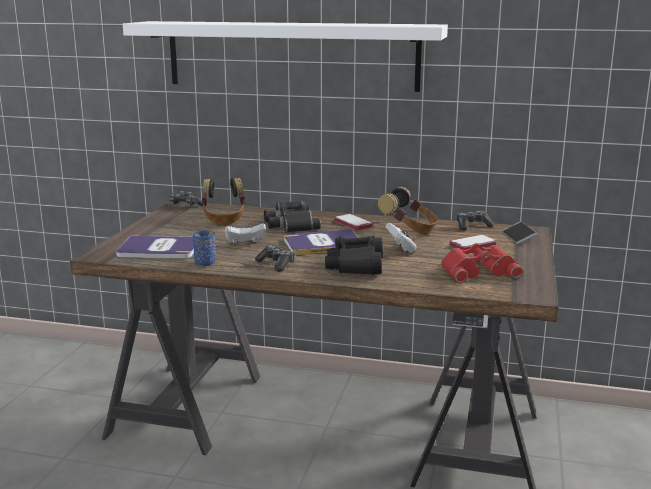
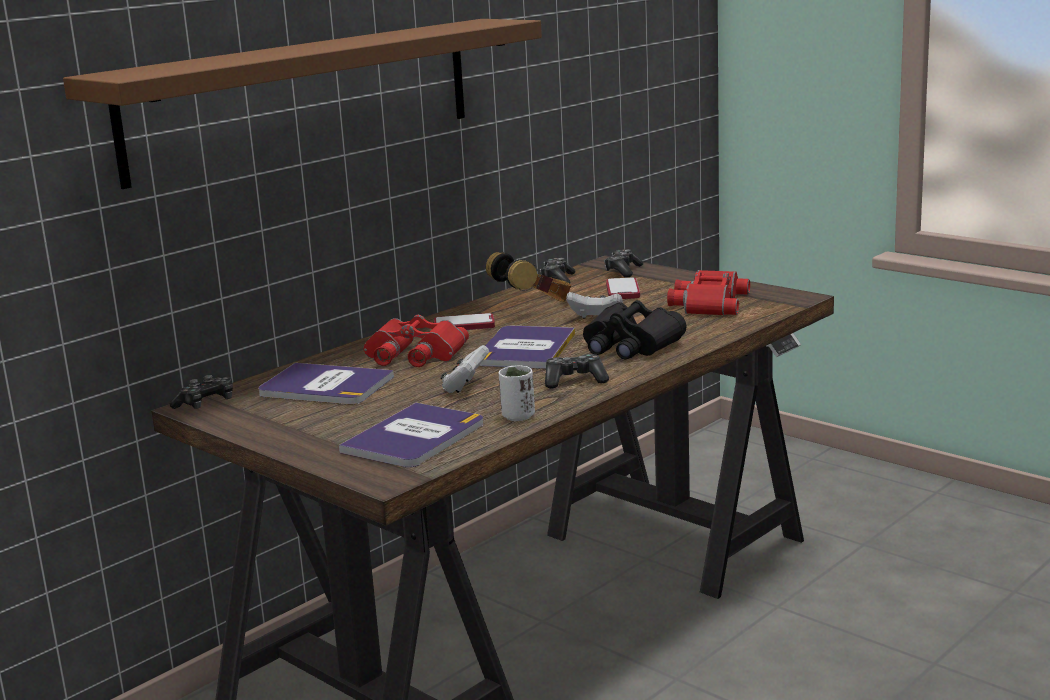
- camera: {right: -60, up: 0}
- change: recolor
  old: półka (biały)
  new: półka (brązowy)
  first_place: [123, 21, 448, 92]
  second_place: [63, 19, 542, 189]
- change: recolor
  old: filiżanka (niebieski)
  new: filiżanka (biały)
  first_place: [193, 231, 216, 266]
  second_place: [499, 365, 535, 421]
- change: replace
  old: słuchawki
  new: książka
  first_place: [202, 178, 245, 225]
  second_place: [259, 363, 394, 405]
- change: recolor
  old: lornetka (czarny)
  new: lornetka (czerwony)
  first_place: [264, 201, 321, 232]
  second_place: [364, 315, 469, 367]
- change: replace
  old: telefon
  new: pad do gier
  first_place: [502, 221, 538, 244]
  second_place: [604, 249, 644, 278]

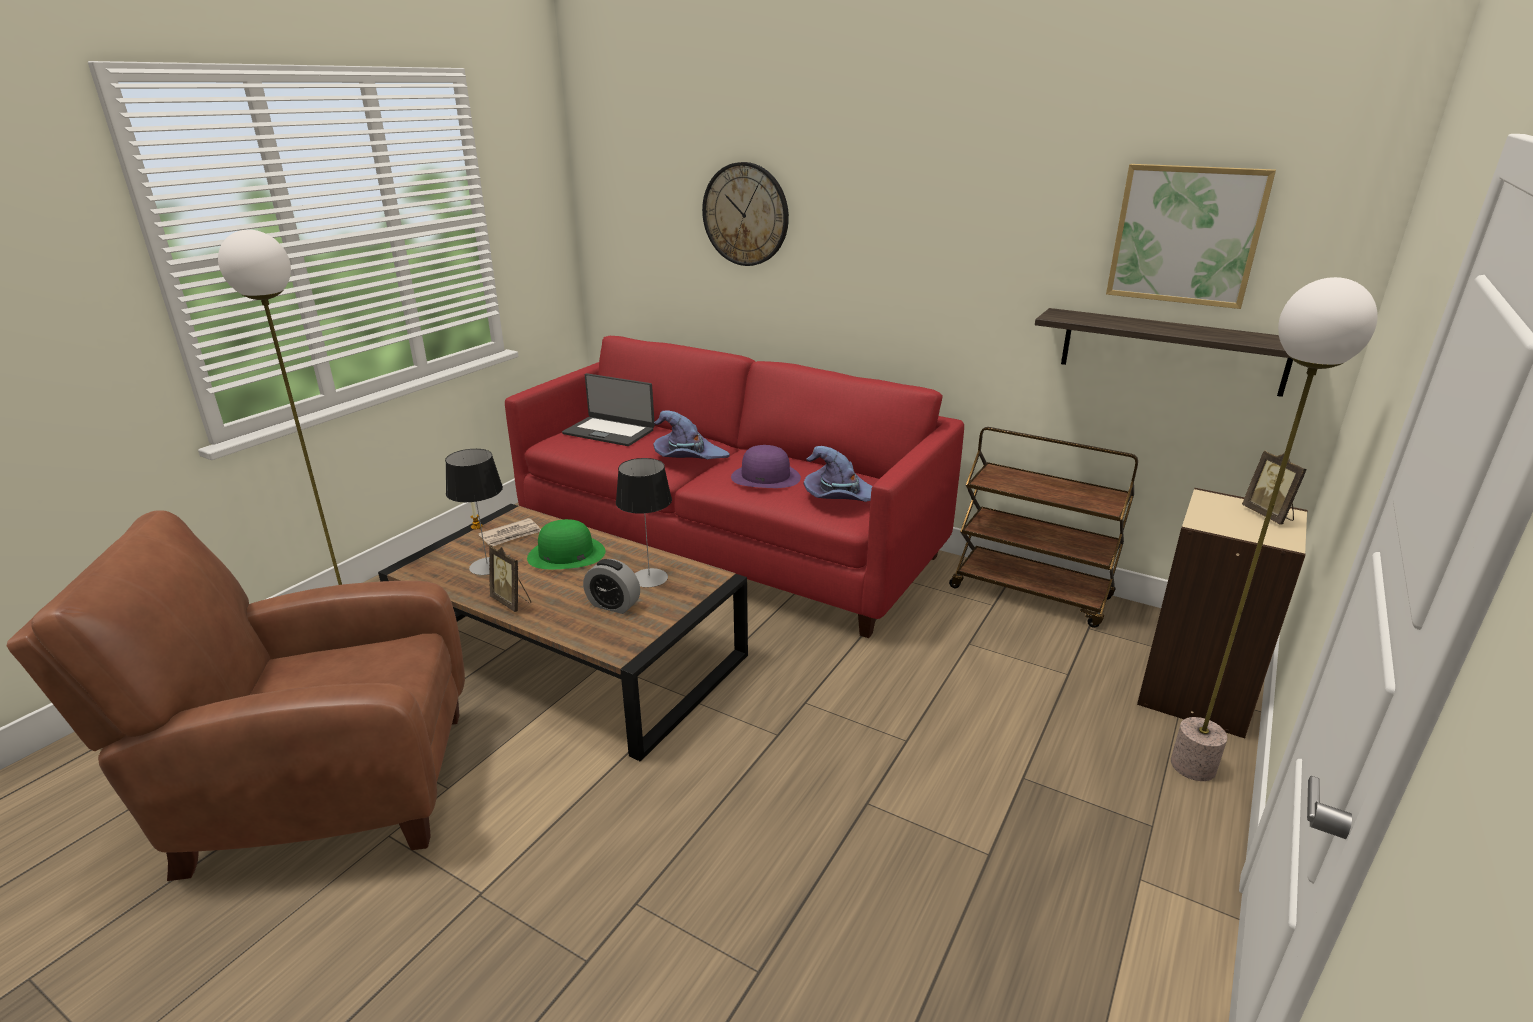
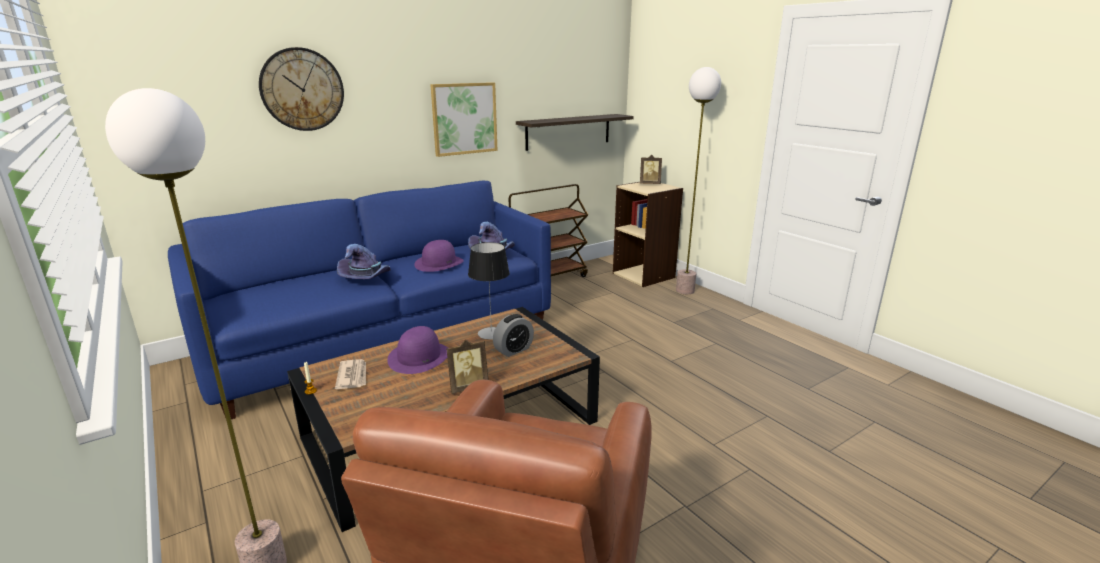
- camera: {right: -65, up: -5}
- change: delete
  old: lampa stołowa
  first_place: [445, 449, 503, 575]
- change: recolor
  old: kanapa (czerwony)
  new: kanapa (niebieski)
  first_place: [505, 336, 964, 638]
  second_place: [168, 181, 551, 419]
- change: recolor
  old: kapelusz (zielony)
  new: kapelusz (fioletowy)
  first_place: [527, 519, 605, 569]
  second_place: [387, 326, 448, 374]
- change: delete
  old: laptop
  first_place: [562, 373, 655, 446]
- change: move
  old: obraz
  first_place: [1106, 164, 1276, 309]
  second_place: [430, 82, 497, 157]

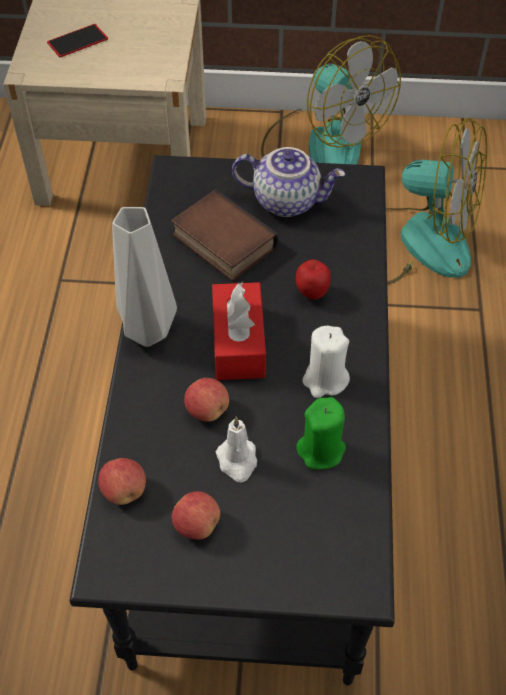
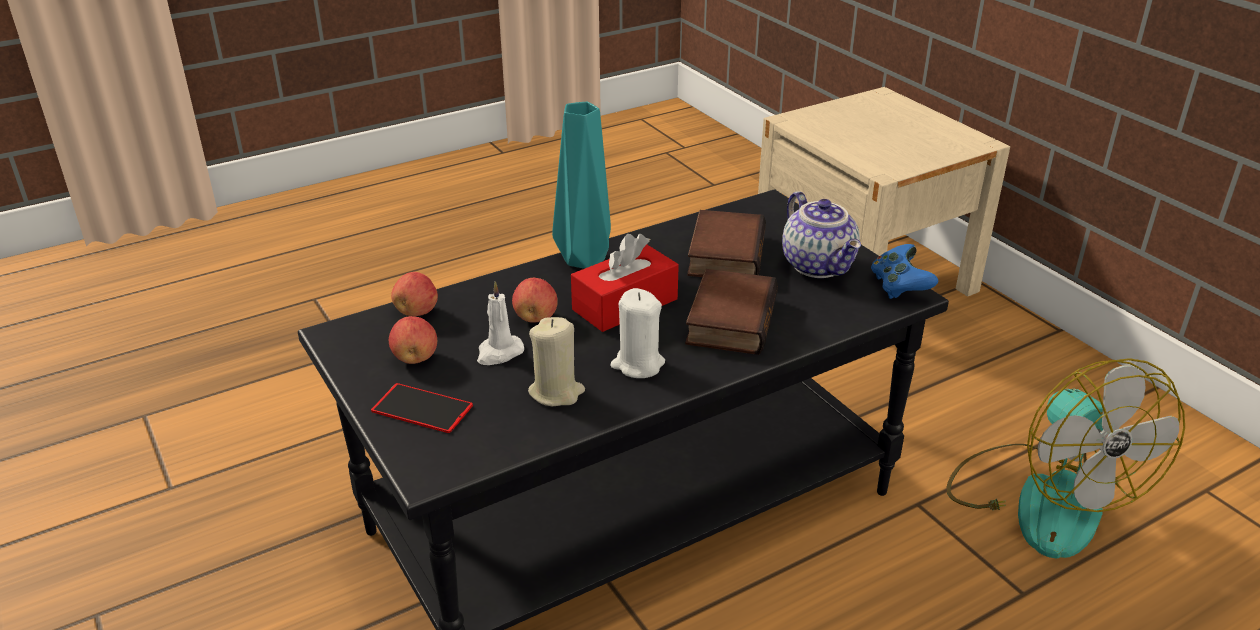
- camera: {right: 55, up: -20}
- change: move
  old: telefon
  first_place: [47, 24, 108, 57]
  second_place: [371, 383, 473, 433]
- change: recolor
  old: wazon (szary)
  new: wazon (turkusowy)
  first_place: [112, 207, 177, 347]
  second_place: [552, 102, 611, 269]
- change: delete
  old: wentylator
  first_place: [261, 35, 401, 165]
- change: replace
  old: jabłko
  new: książka
  first_place: [296, 260, 331, 300]
  second_place: [685, 269, 778, 355]
- change: recolor
  old: świeca (zielony)
  new: świeca (beżowy)
  first_place: [297, 397, 346, 469]
  second_place: [528, 317, 585, 406]
- change: insert
  new: pad do gier (niebieski)
  second_place: [871, 244, 938, 299]

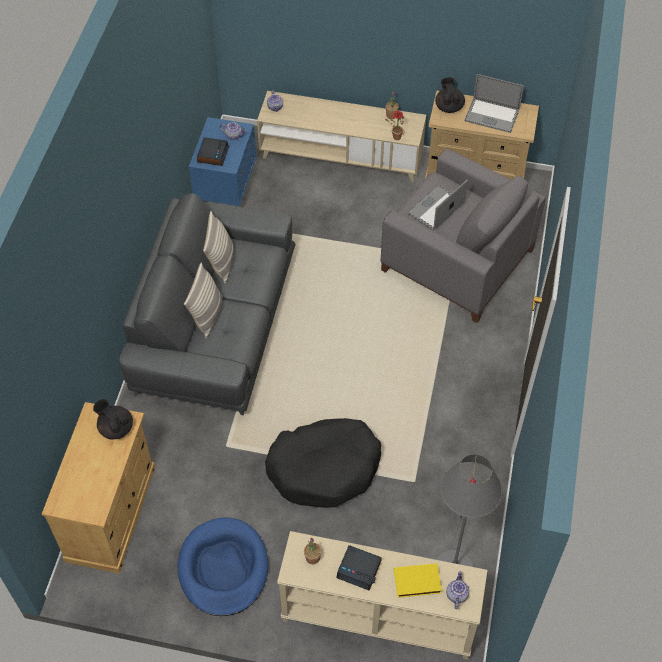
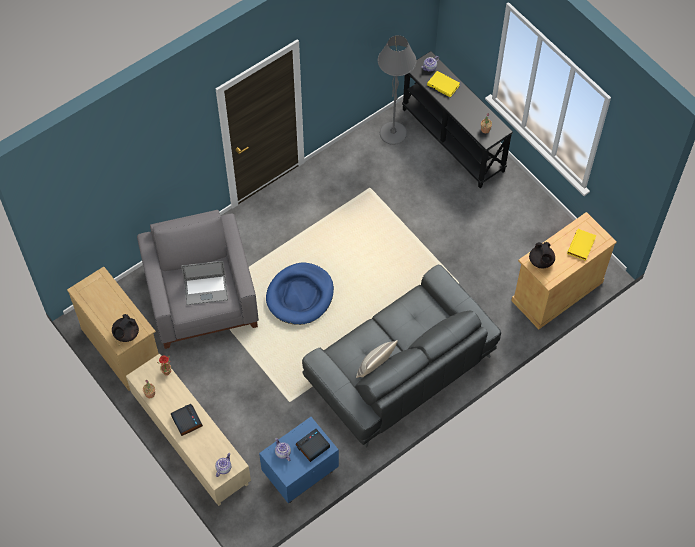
- camera: {right: -140, up: 5}
- change: move
  old: legowisko (niebieski)
  first_place: [178, 517, 268, 616]
  second_place: [266, 263, 334, 325]
- change: delete
  old: poduszka
  first_place: [184, 263, 223, 338]
- change: delete
  old: legowisko (czarny)
  first_place: [265, 418, 381, 508]
- change: recolor
  old: stolik konsolowy (beżowy)
  new: stolik konsolowy (czarny)
  first_place: [277, 531, 488, 660]
  second_place: [402, 51, 513, 188]
- change: move
  old: budzik
  first_place: [336, 545, 382, 590]
  second_place: [171, 404, 203, 436]
- change: delete
  old: laptop
  first_place: [464, 74, 524, 133]
- change: insert
  new: książka (żółty)
  second_place: [567, 229, 596, 261]

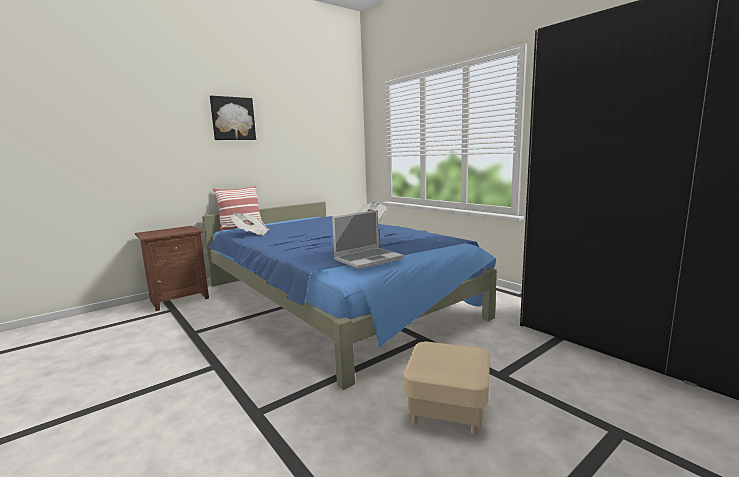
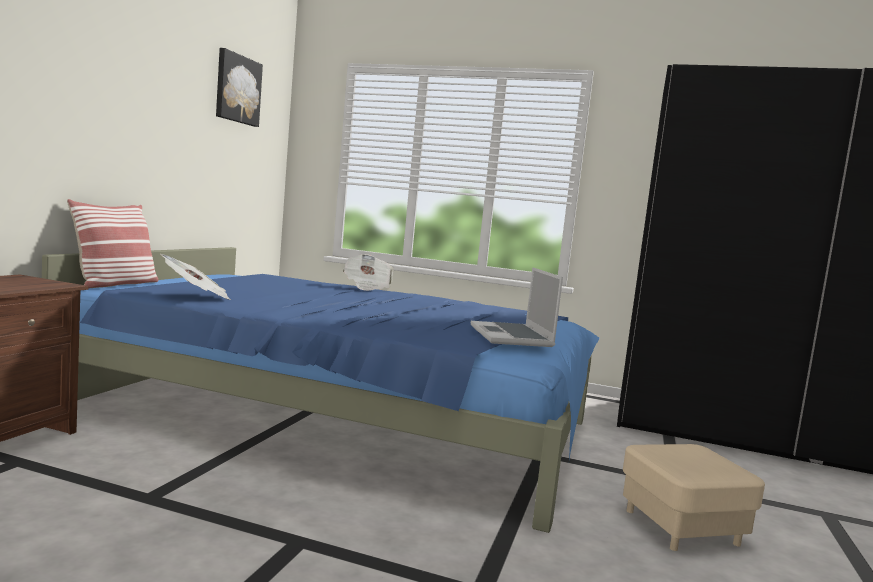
- camera: {right: -35, up: -5}
- change: move
  old: obraz
  first_place: [210, 96, 256, 140]
  second_place: [216, 48, 263, 127]
- change: rotate
  old: laptop
  first_place: [332, 210, 404, 269]
  second_place: [471, 267, 563, 347]
  degrees: 150

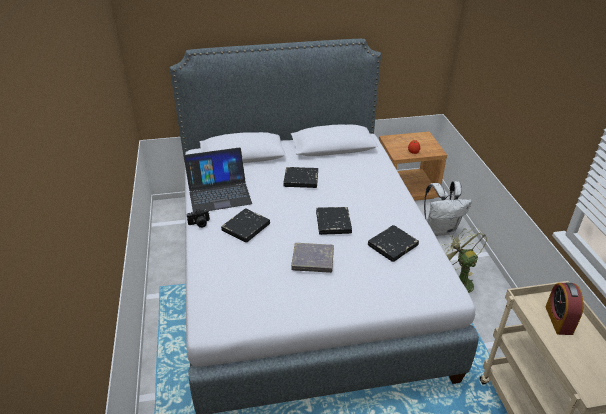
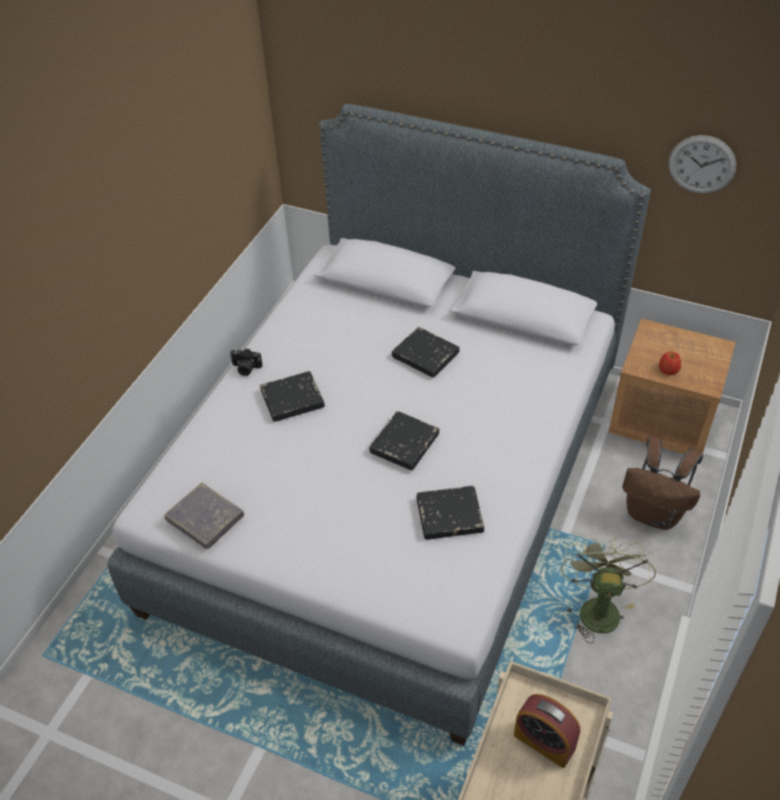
- camera: {right: 35, up: 10}
- change: delete
  old: laptop
  first_place: [184, 147, 252, 212]
- change: move
  old: książka (szary)
  first_place: [291, 243, 334, 273]
  second_place: [164, 483, 244, 549]
- change: recolor
  old: plecak (biały)
  new: plecak (brązowy)
  first_place: [424, 181, 472, 236]
  second_place: [622, 436, 703, 530]
- change: rotate
  old: budzik
  first_place: [545, 283, 584, 335]
  second_place: [514, 694, 580, 768]
  degrees: -90
- change: insert
  new: zegar ścienny
  second_place: [669, 135, 736, 194]

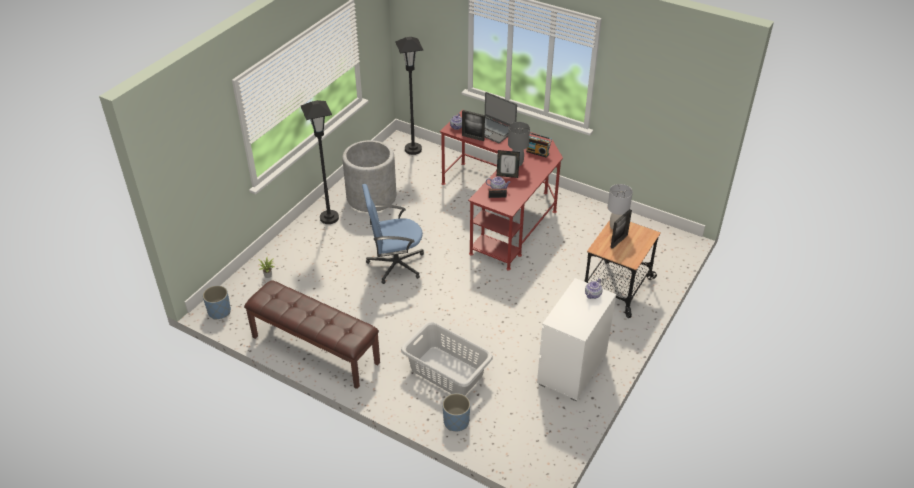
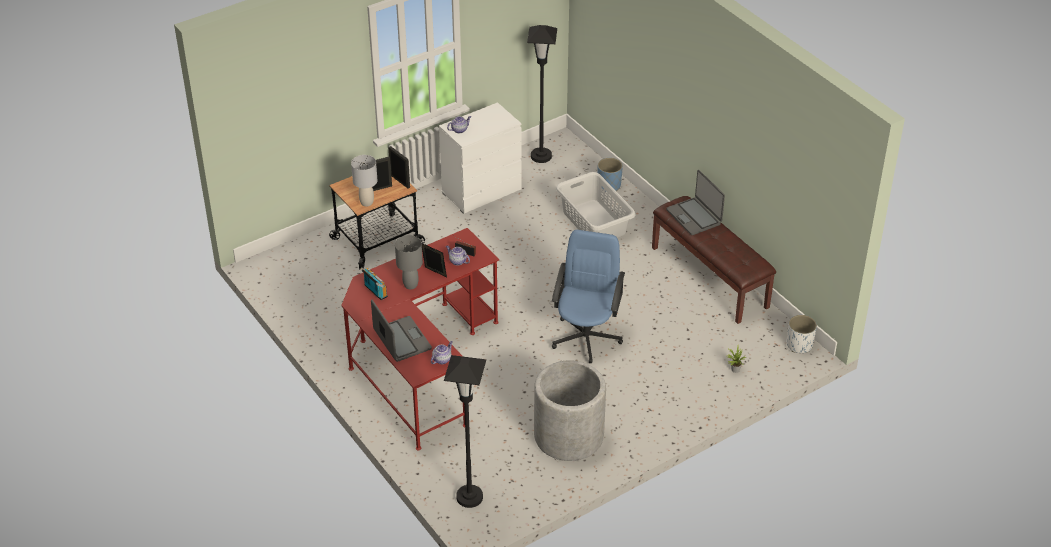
- camera: {right: -155, up: 0}
- change: recolor
  old: donica (niebieski)
  new: donica (biały)
  first_place: [203, 285, 231, 320]
  second_place: [787, 315, 817, 353]
- change: move
  old: lampa stojąca (czarny)
  first_place: [301, 100, 339, 224]
  second_place: [527, 25, 557, 163]
- change: rotate
  old: krzesło biurowe (niebieski)
  first_place: [362, 184, 424, 284]
  second_place: [552, 230, 625, 364]
  degrees: -90
- change: move
  old: ramka na zdjęcie
  first_place: [462, 110, 485, 141]
  second_place: [389, 146, 410, 188]
- change: insert
  new: laptop
  second_place: [666, 170, 725, 235]

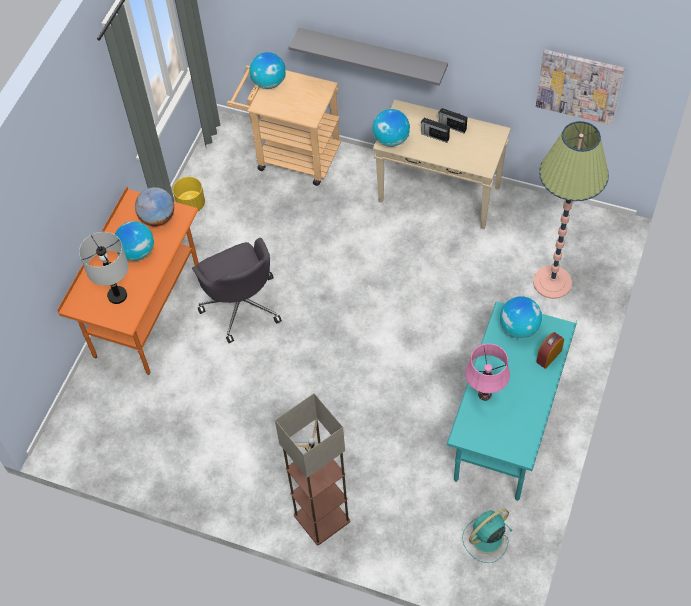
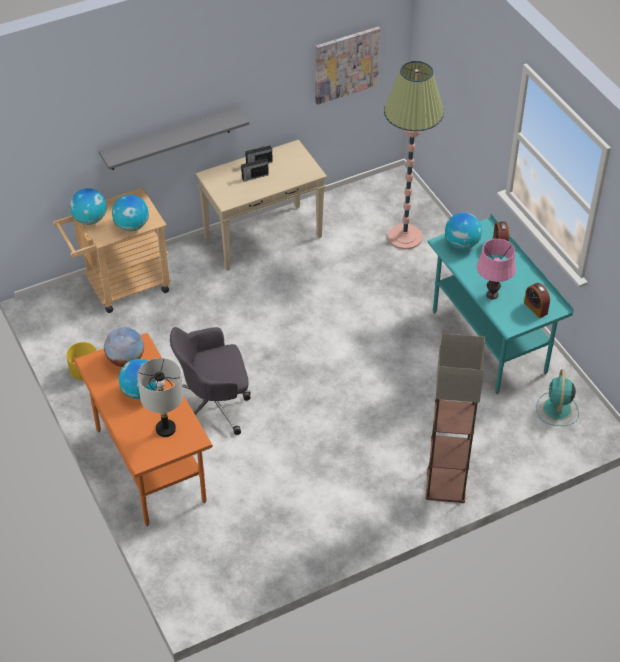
- camera: {right: -50, up: -10}
- change: rotate
  old: krzesło biurowe (szary)
  first_place: [192, 238, 282, 343]
  second_place: [170, 327, 251, 435]
  degrees: 150
- change: move
  old: globus
  first_place: [373, 109, 410, 147]
  second_place: [112, 195, 149, 231]
- change: insert
  new: budzik
  second_place: [524, 283, 550, 318]

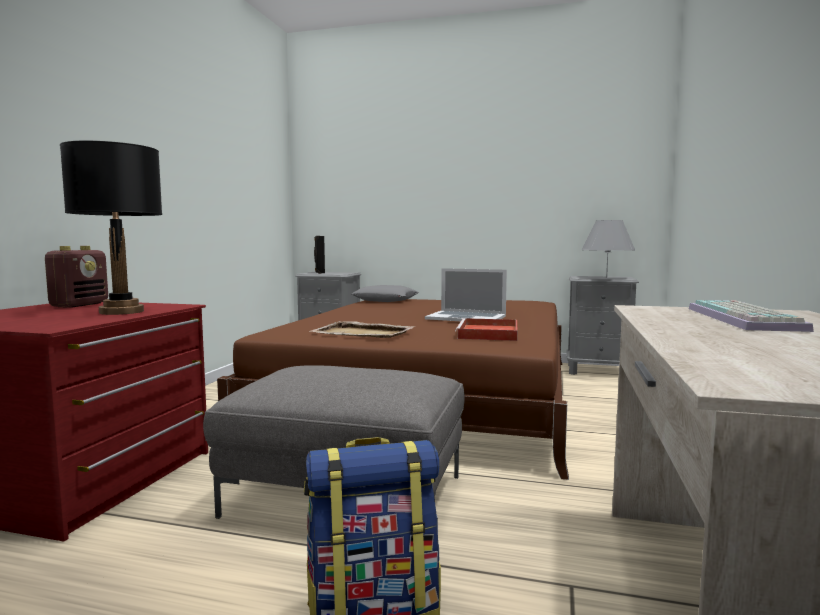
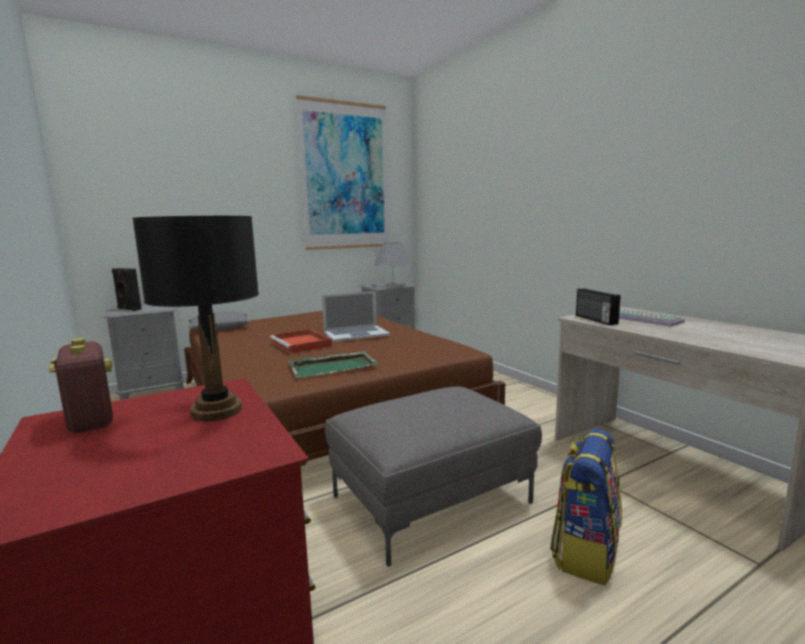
- camera: {right: -45, up: 5}
- change: recolor
  old: taca (beżowy)
  new: taca (zielony)
  first_place: [309, 321, 415, 338]
  second_place: [289, 351, 379, 377]
- change: move
  old: taca (czerwony)
  first_place: [455, 318, 517, 341]
  second_place: [270, 329, 332, 354]
- change: insert
  new: obraz
  second_place: [296, 95, 389, 250]
- change: insert
  new: radio
  second_place: [576, 288, 620, 325]

